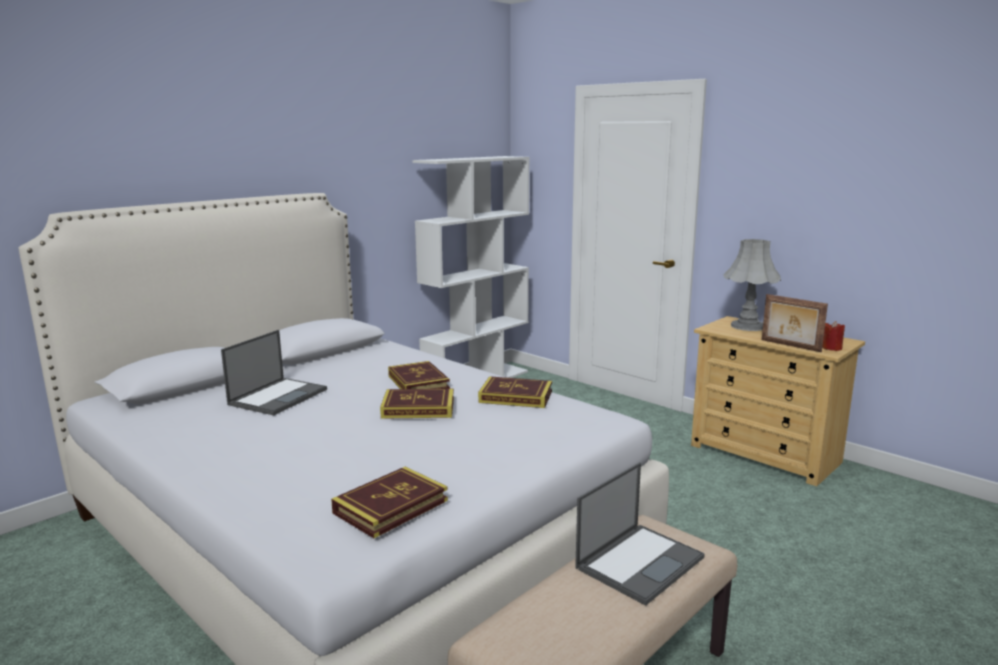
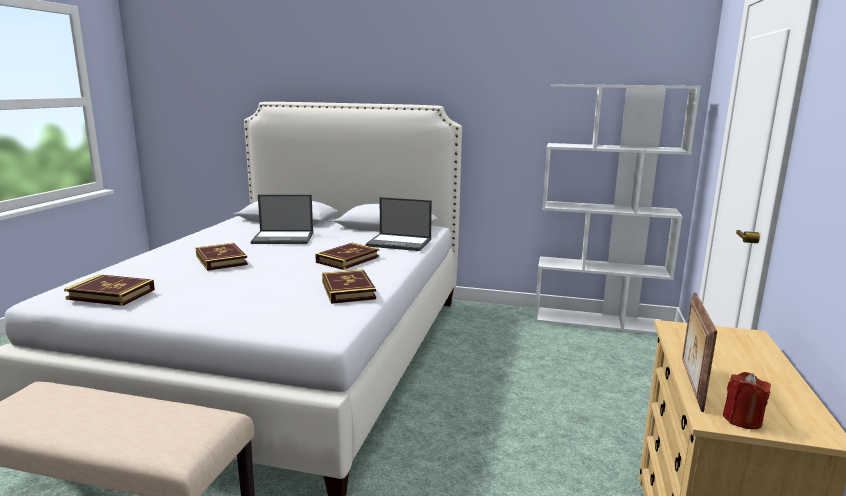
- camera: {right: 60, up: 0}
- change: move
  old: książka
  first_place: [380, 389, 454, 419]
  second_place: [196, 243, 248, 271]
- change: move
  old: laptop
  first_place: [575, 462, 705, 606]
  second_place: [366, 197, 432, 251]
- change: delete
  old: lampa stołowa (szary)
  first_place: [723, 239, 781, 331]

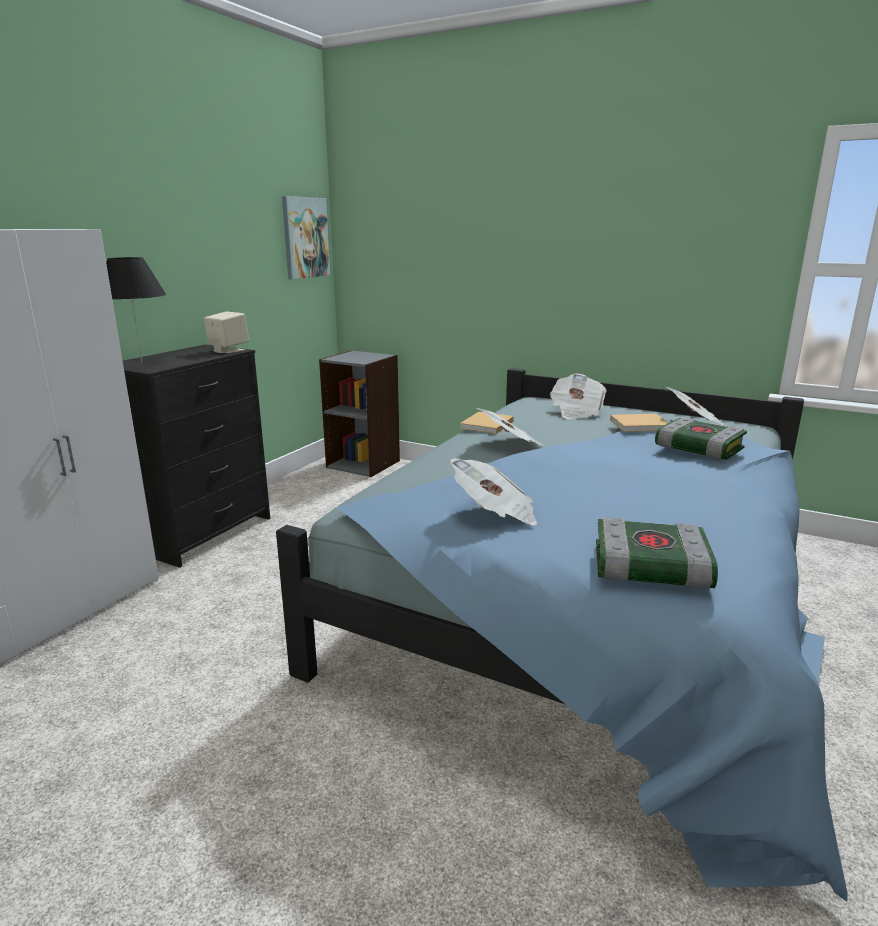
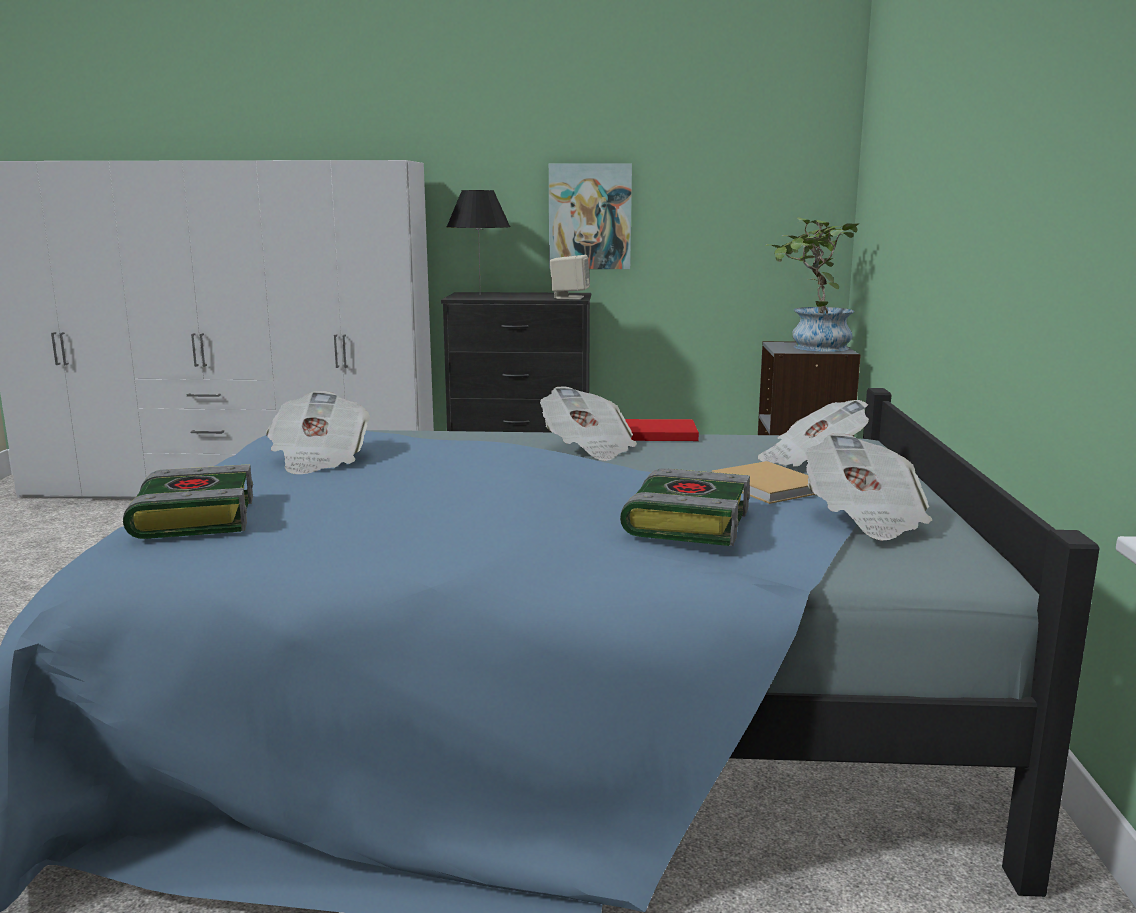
- camera: {right: 65, up: -5}
- change: move
  old: obraz
  first_place: [282, 196, 330, 279]
  second_place: [549, 163, 632, 269]
- change: recolor
  old: książka (beżowy)
  new: książka (czerwony)
  first_place: [460, 412, 514, 434]
  second_place: [625, 419, 699, 441]
- change: insert
  new: roślina doniczkowa
  second_place: [766, 217, 859, 352]

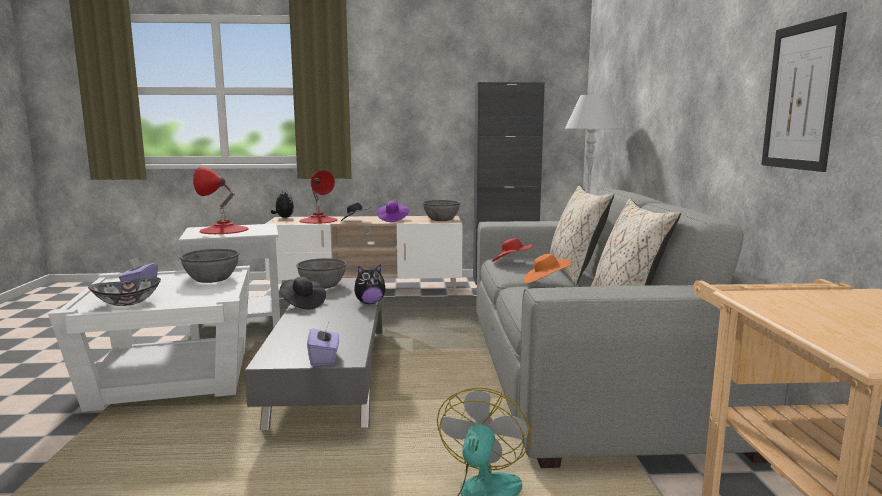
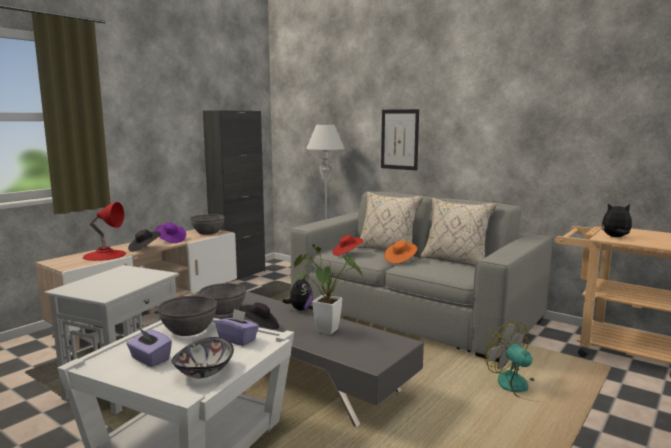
- camera: {right: -50, up: 0}
- change: delete
  old: lampa stołowa (czerwony)
  first_place: [193, 166, 248, 234]
- change: move
  old: pluszak
  first_place: [271, 191, 294, 218]
  second_place: [602, 203, 632, 237]
- change: move
  old: pudełko chusteczek (fioletowy)
  first_place: [307, 325, 339, 366]
  second_place: [215, 309, 259, 346]
- change: move
  old: obraz
  first_place: [761, 12, 847, 172]
  second_place: [381, 109, 419, 171]
- change: insert
  new: roślina doniczkowa
  second_place: [294, 244, 363, 335]

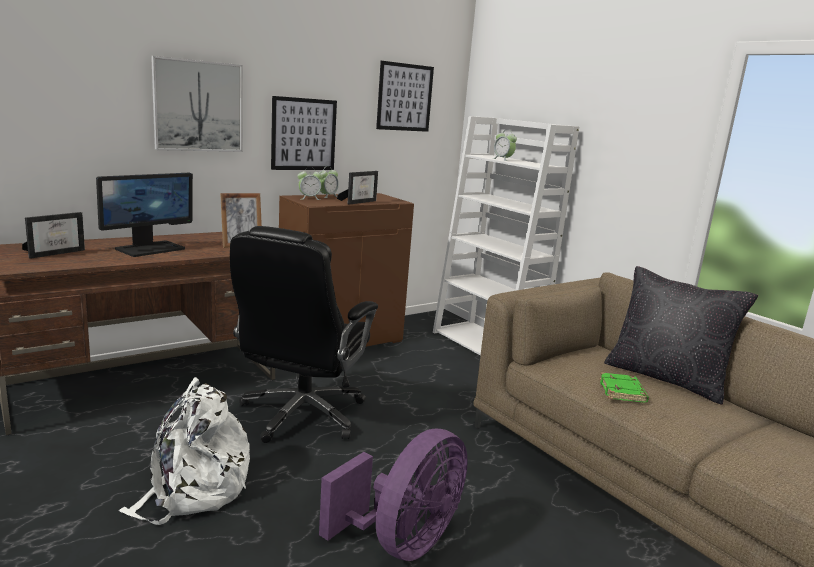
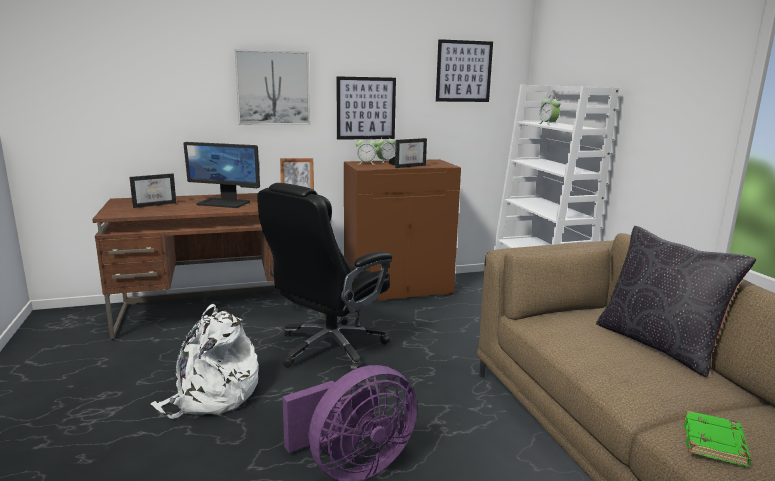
- camera: {right: 20, up: 0}
- change: rotate
  old: monitor
  first_place: [96, 173, 193, 257]
  second_place: [183, 142, 260, 208]
  degrees: 45
- change: move
  old: książka (zielony)
  first_place: [599, 372, 649, 402]
  second_place: [684, 410, 751, 466]

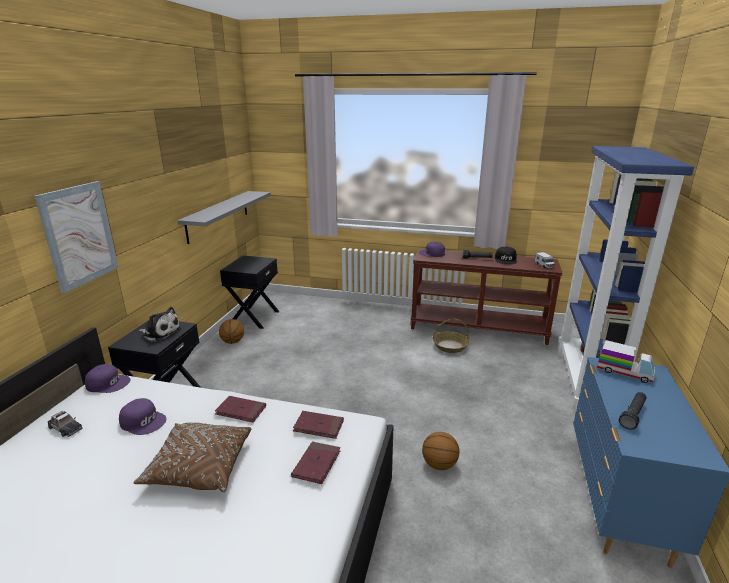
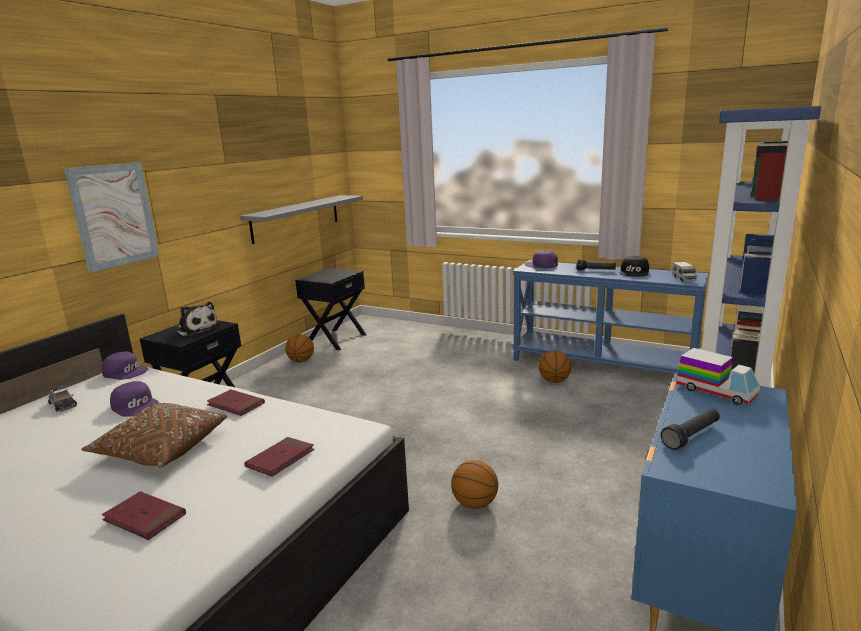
- camera: {right: 15, up: -5}
- change: move
  old: książka (czerwony)
  first_place: [293, 411, 344, 439]
  second_place: [102, 491, 186, 540]
- change: recolor
  old: stolik konsolowy (brązowy)
  new: stolik konsolowy (niebieski)
  first_place: [410, 249, 562, 345]
  second_place: [512, 260, 709, 374]
- change: replace
  old: koszyk
  new: piłka do koszykówki
  first_place: [433, 319, 469, 353]
  second_place: [539, 351, 571, 383]

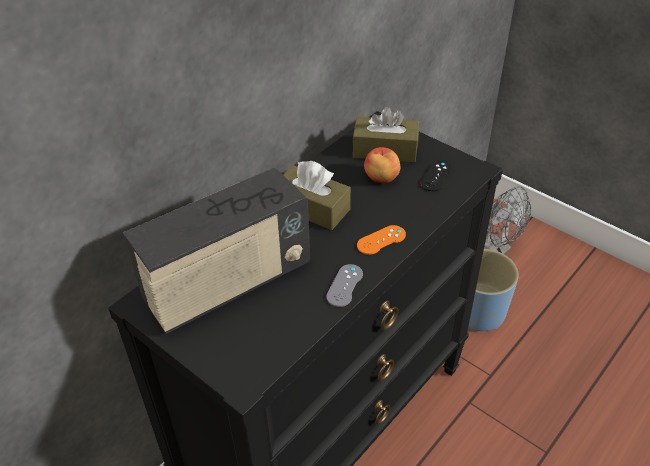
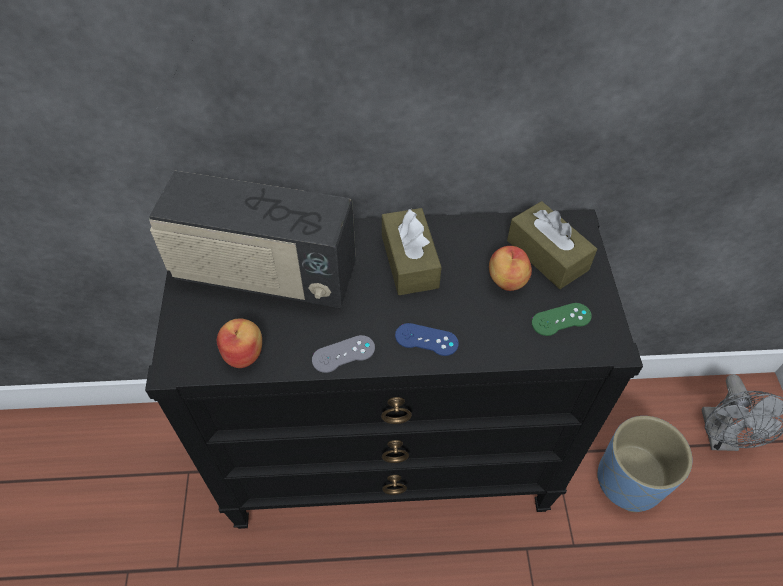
- camera: {right: 45, up: 10}
- change: recolor
  old: pad do gier (pomarańczowy)
  new: pad do gier (niebieski)
  first_place: [357, 225, 406, 255]
  second_place: [395, 323, 459, 356]
- change: recolor
  old: pad do gier (czarny)
  new: pad do gier (zielony)
  first_place: [421, 160, 452, 192]
  second_place: [532, 303, 592, 336]
- change: insert
  new: jabłko
  second_place: [217, 318, 262, 368]

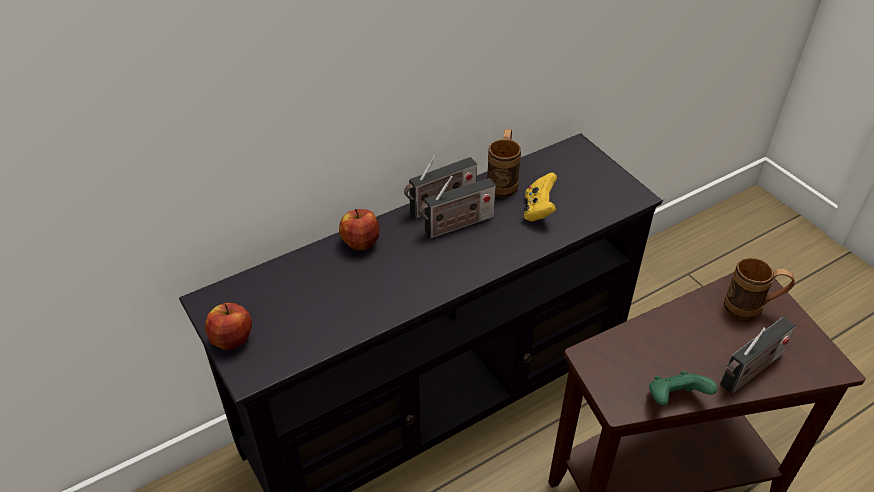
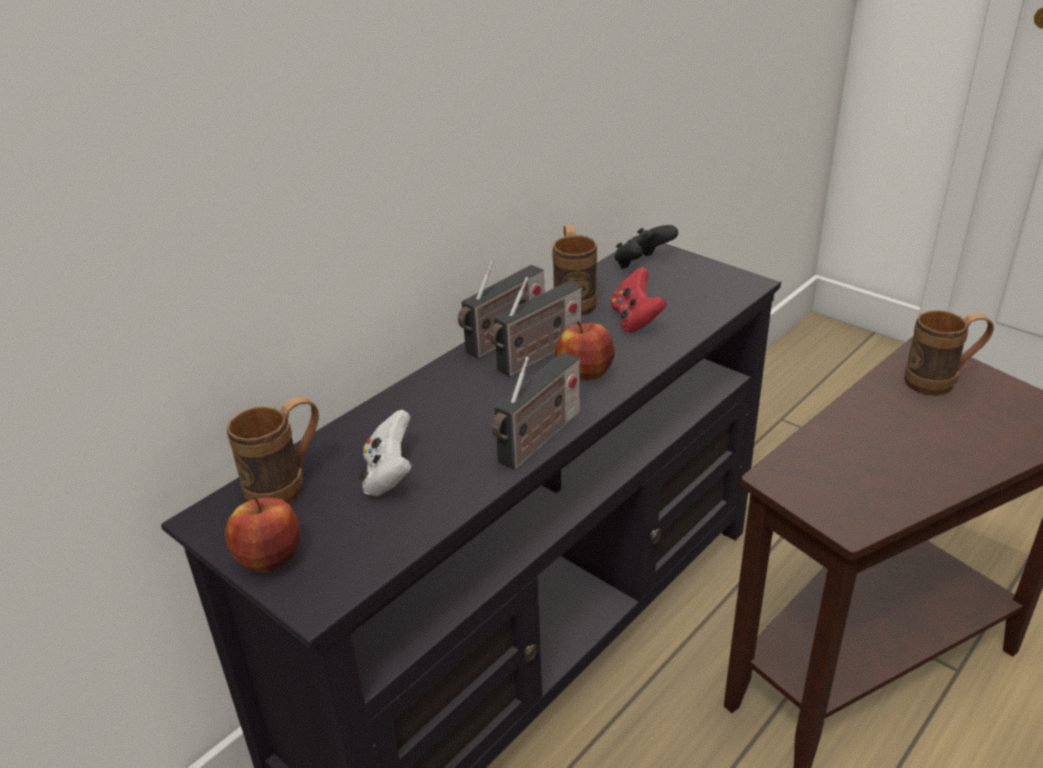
- camera: {right: -15, up: -10}
- change: move
  old: jabłko
  first_place: [339, 209, 380, 250]
  second_place: [555, 321, 615, 380]
- change: recolor
  old: pad do gier (żółty)
  new: pad do gier (czerwony)
  first_place: [524, 173, 557, 221]
  second_place: [611, 267, 667, 332]
- change: delete
  old: pad do gier (zielony)
  first_place: [649, 371, 717, 405]
- change: move
  old: radio
  first_place: [720, 317, 795, 394]
  second_place: [492, 352, 580, 470]
- change: insert
  new: kubek (brązowy)
  second_place: [227, 397, 319, 504]
- change: insert
  new: pad do gier (biały)
  second_place: [359, 410, 412, 496]
- change: insert
  new: pad do gier (czarny)
  second_place: [614, 225, 678, 269]

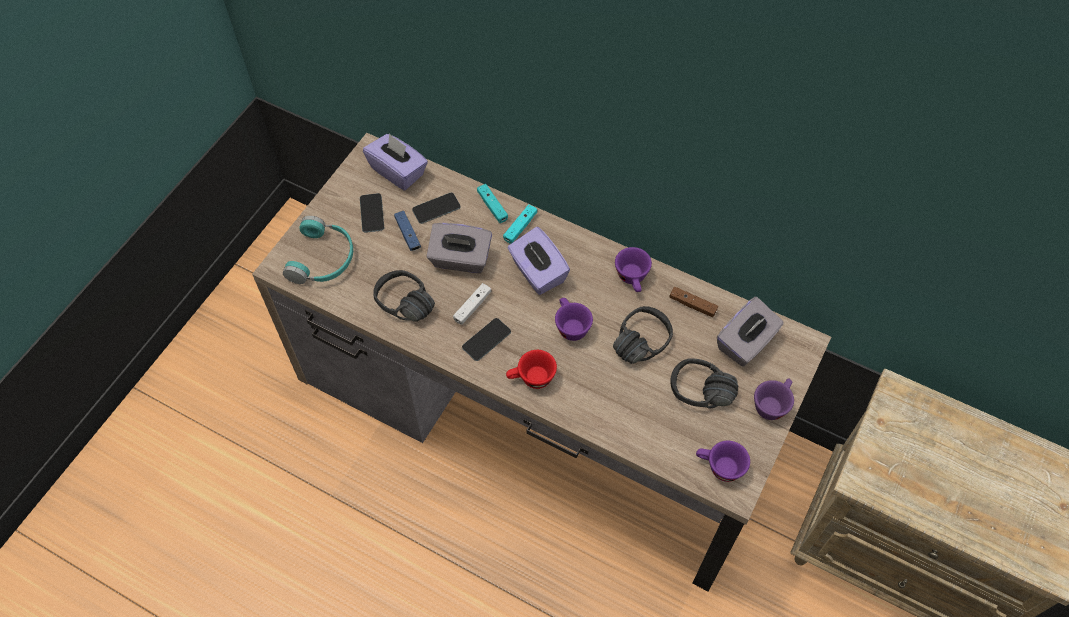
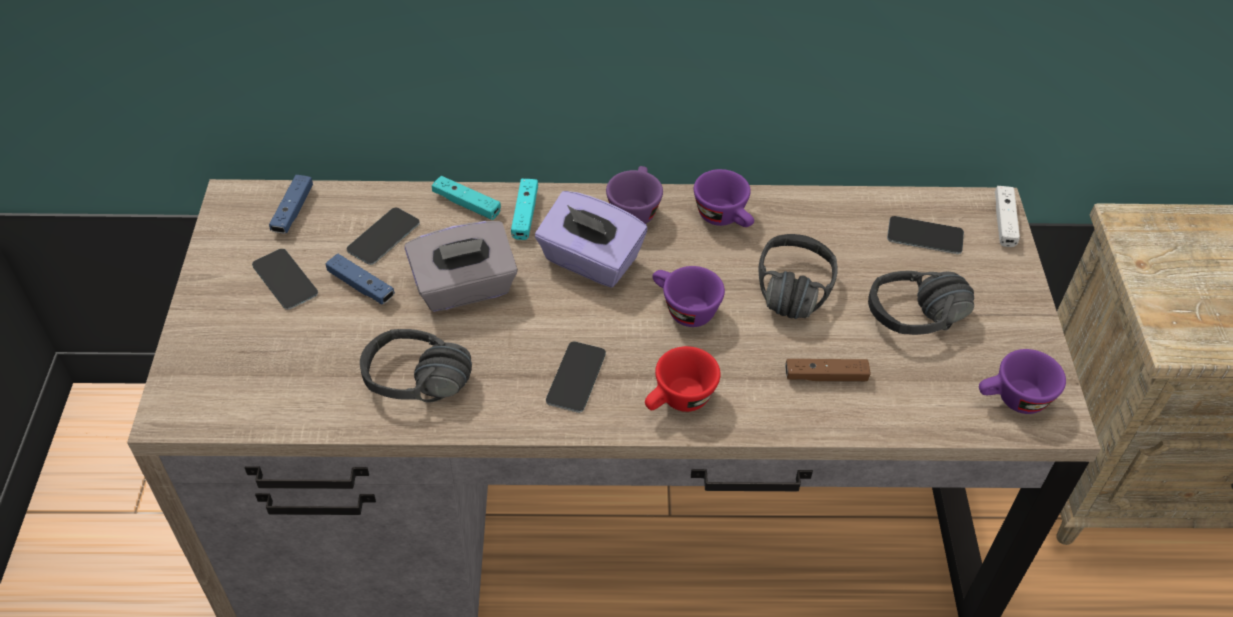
- camera: {right: -30, up: -10}
- change: delete
  old: słuchawki (turkusowy)
  first_place: [283, 216, 353, 284]
- change: replace
  old: pudełko chusteczek (fioletowy)
  new: pad do gier (niebieski)
  first_place: [363, 133, 428, 191]
  second_place: [269, 175, 313, 233]
- change: move
  old: pad do gier (biały)
  first_place: [453, 283, 492, 325]
  second_place: [995, 186, 1020, 247]
- change: move
  old: pad do gier (brązowy)
  first_place: [669, 287, 718, 317]
  second_place: [785, 359, 871, 381]
- change: replace
  old: pudełko chusteczek (szary)
  new: telefon
  first_place: [717, 297, 784, 367]
  second_place: [887, 216, 964, 254]
- change: move
  old: filiżanka (fioletowy)
  first_place: [754, 378, 794, 420]
  second_place: [606, 166, 663, 224]

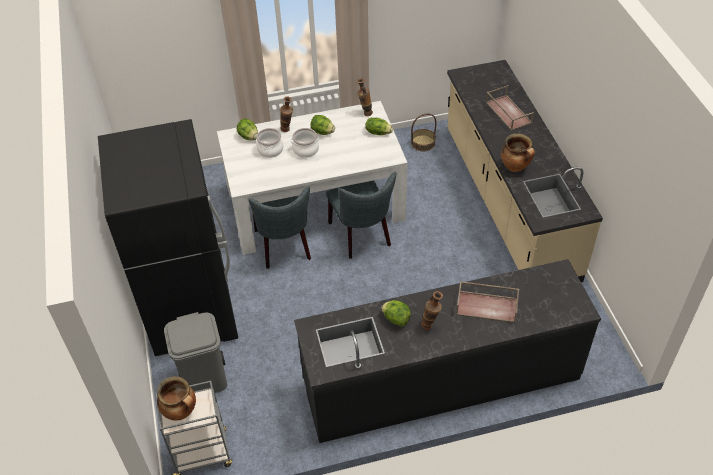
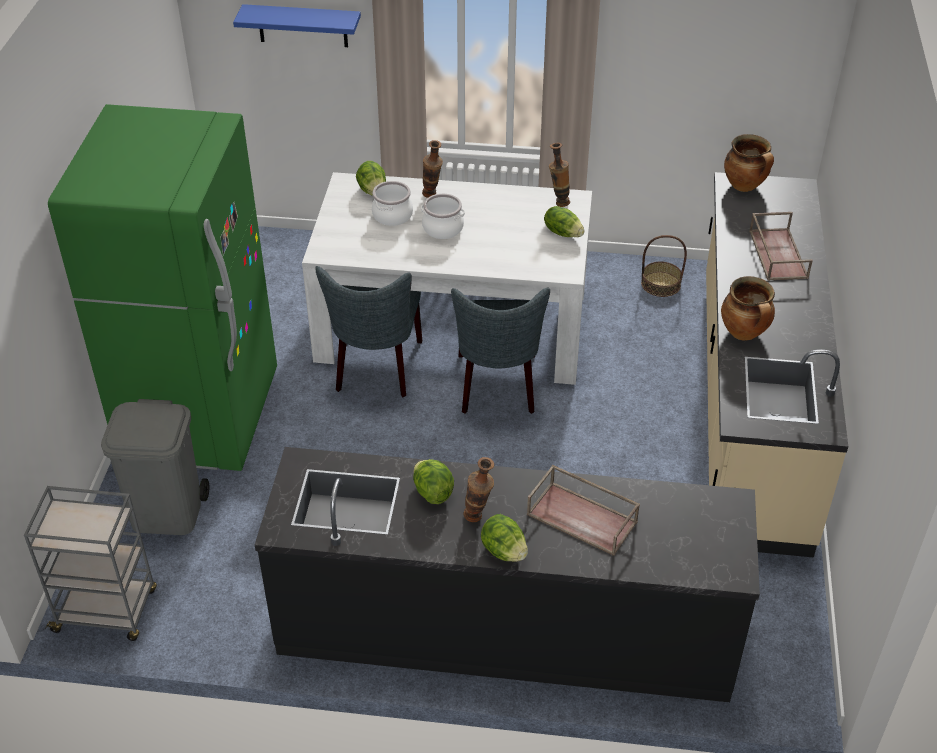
- camera: {right: 20, up: -5}
- change: recolor
  old: lodówka (czarny)
  new: lodówka (zielony)
  first_place: [98, 119, 238, 357]
  second_place: [48, 104, 277, 471]
- change: move
  old: garnek
  first_place: [157, 376, 196, 421]
  second_place: [724, 134, 774, 192]
- change: move
  old: sałata
  first_place: [310, 115, 335, 135]
  second_place: [481, 514, 528, 562]
- change: insert
  new: półka (niebieski)
  second_place: [233, 4, 361, 47]

